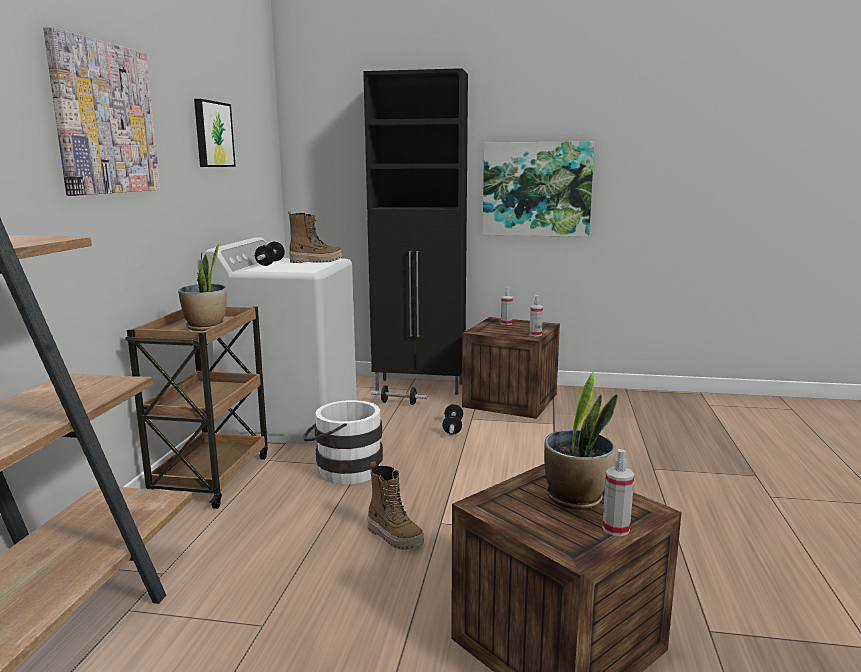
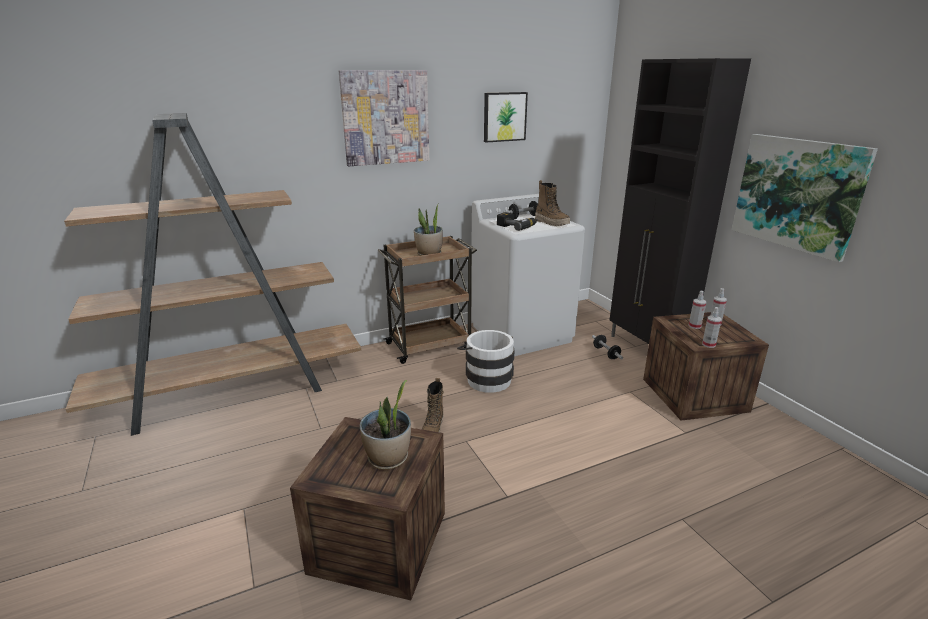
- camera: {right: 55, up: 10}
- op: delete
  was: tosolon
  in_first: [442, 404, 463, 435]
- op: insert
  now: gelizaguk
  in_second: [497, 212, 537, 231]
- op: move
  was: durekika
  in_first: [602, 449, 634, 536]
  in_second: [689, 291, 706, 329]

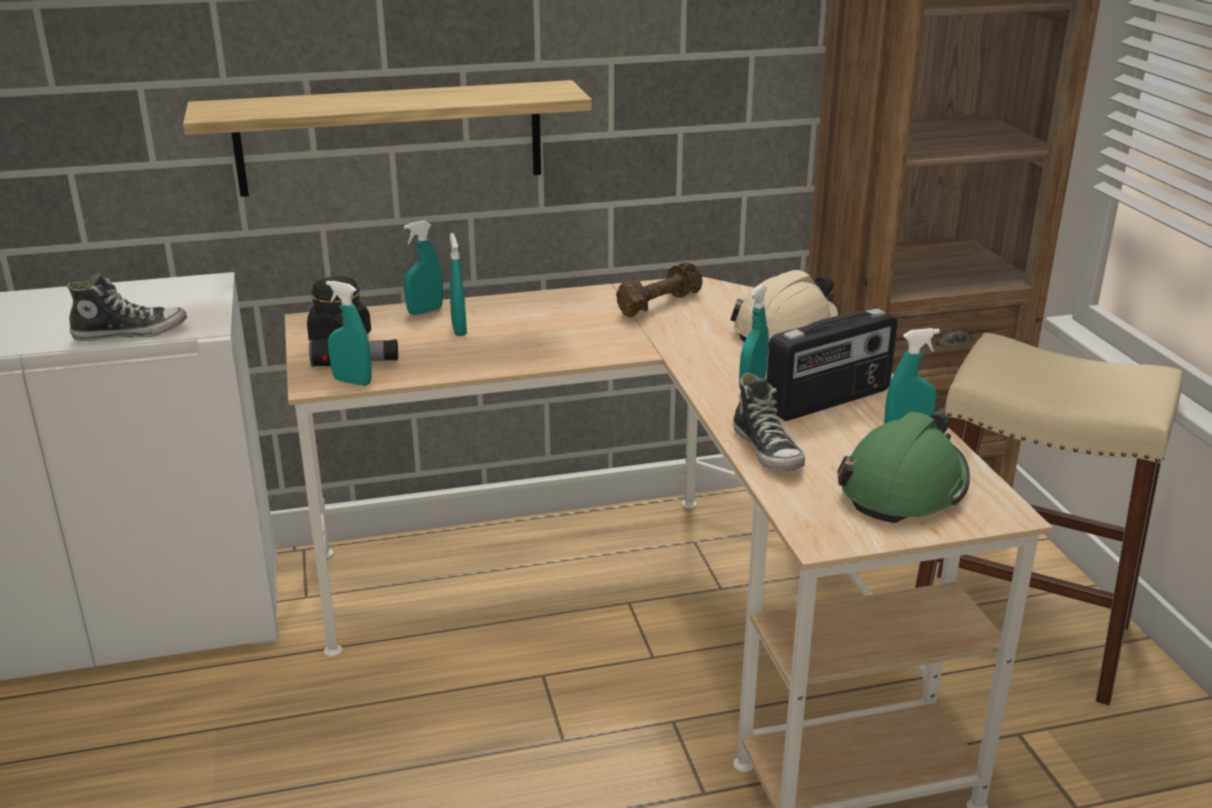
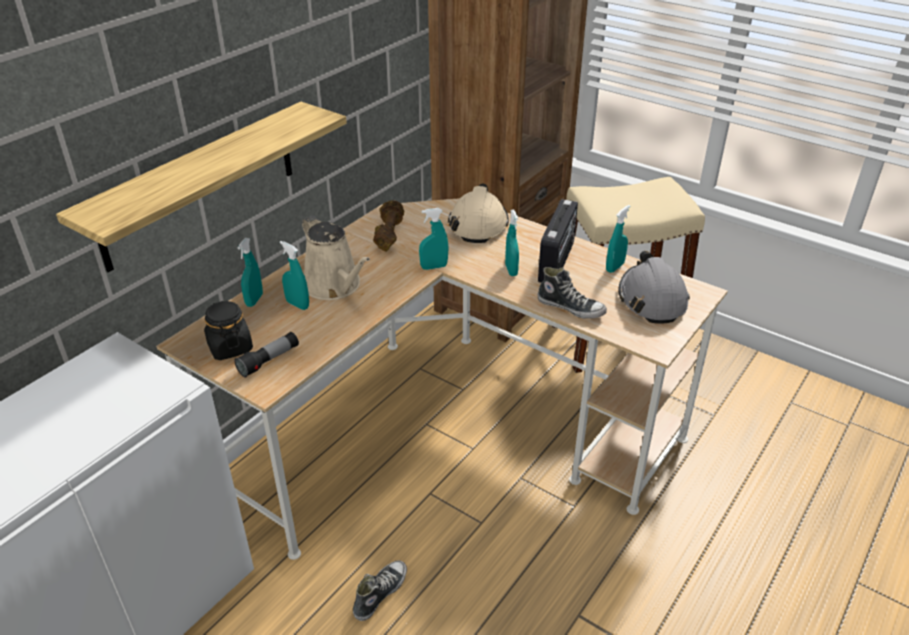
- camera: {right: -40, up: 10}
- op: insert
  now: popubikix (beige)
  in_second: [302, 215, 370, 300]
- op: move
  was: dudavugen
  in_first: [67, 273, 187, 341]
  in_second: [353, 560, 407, 621]
- op: move
  was: durekika (turquoise)
  in_first: [326, 281, 372, 386]
  in_second: [419, 208, 449, 270]
- op: recolor
  was: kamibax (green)
  now: kamibax (grey)
  in_first: [837, 412, 970, 523]
  in_second: [618, 251, 690, 324]

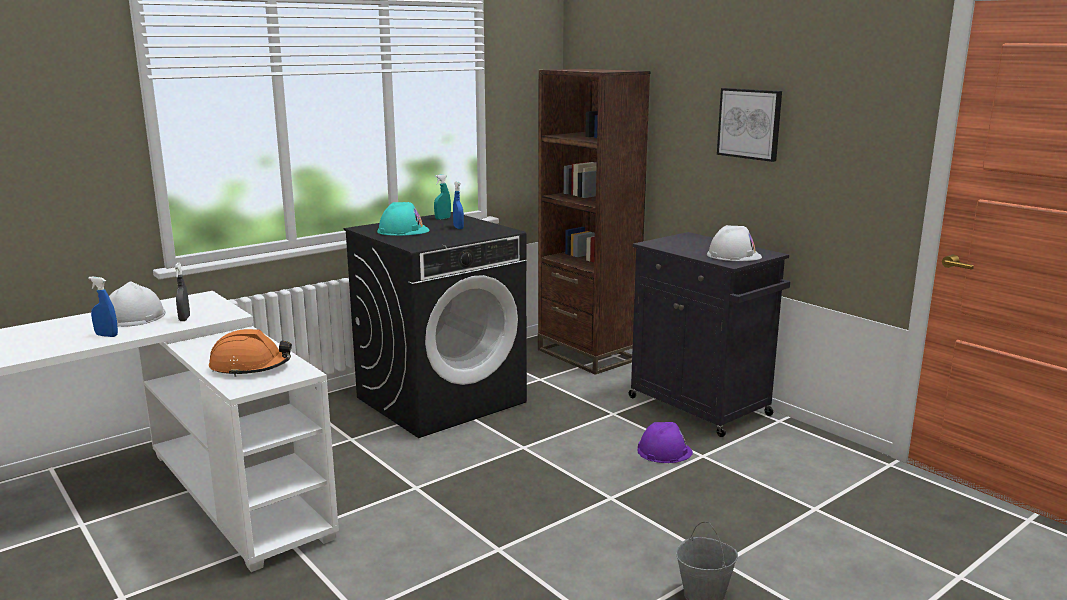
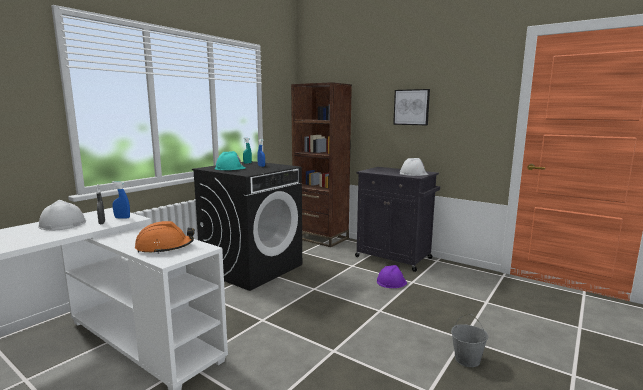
- camera: {right: -15, up: -5}
- op: move
  was: durekika (blue)
  in_first: [88, 276, 118, 337]
  in_second: [112, 181, 130, 218]

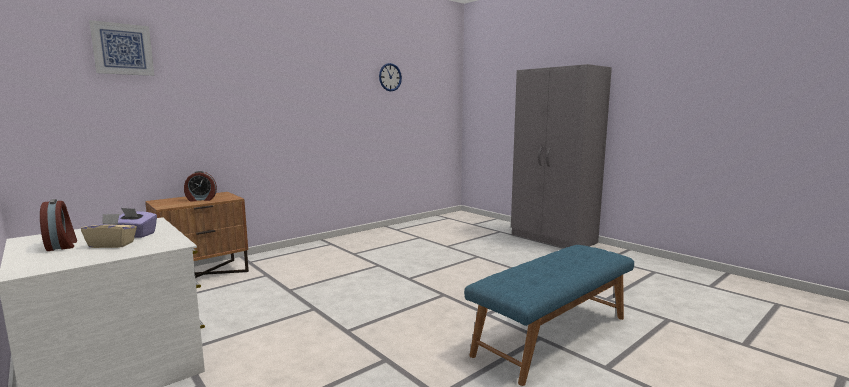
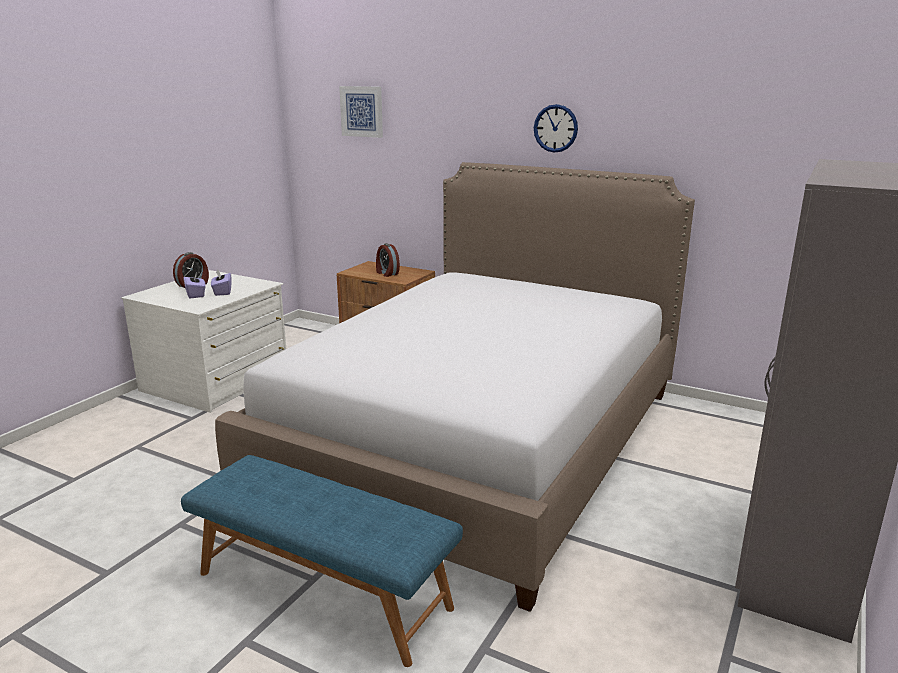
- camera: {right: 70, up: 10}
- op: insert
  now: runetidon
  in_second: [215, 162, 695, 612]
- op: move
  was: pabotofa
  in_first: [379, 63, 402, 92]
  in_second: [534, 104, 578, 153]
- op: recolor
  was: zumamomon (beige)
  now: zumamomon (purple)
  in_first: [81, 214, 137, 248]
  in_second: [183, 273, 206, 298]

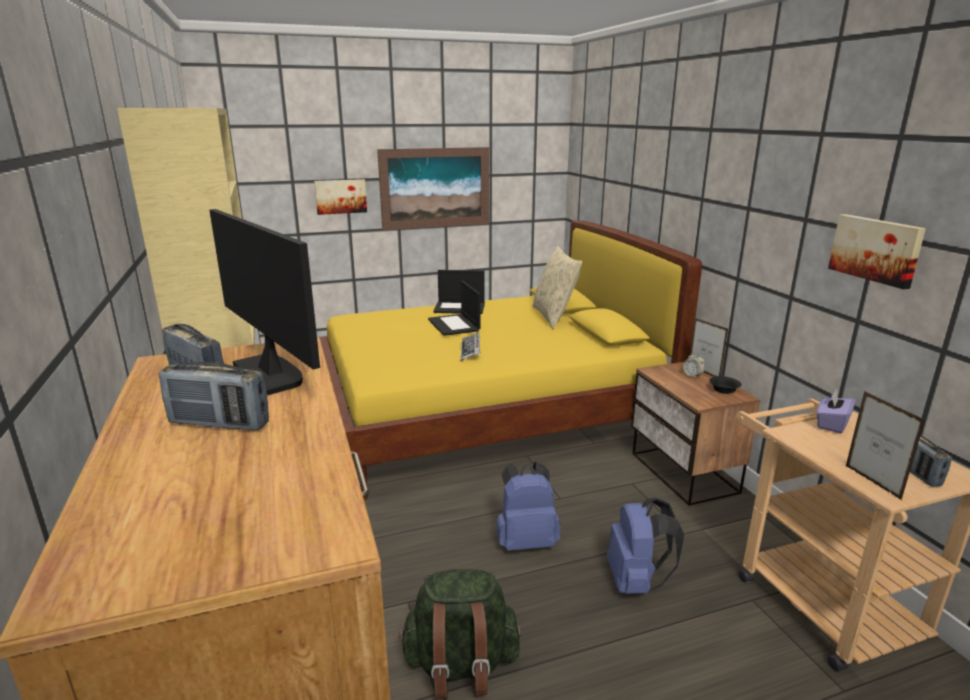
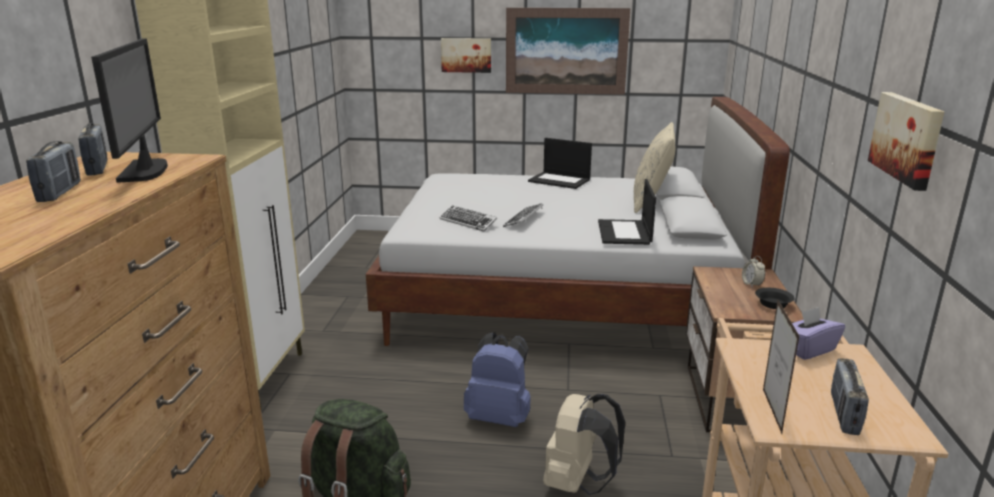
- camera: {right: 25, up: 0}
- op: delete
  was: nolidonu
  in_first: [690, 318, 728, 377]
- op: insert
  now: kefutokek
  in_second: [440, 205, 497, 231]
- op: move
  was: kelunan
  in_first: [428, 280, 480, 336]
  in_second: [598, 179, 656, 245]
- op: recolor
  was: runetidon (yellow)
  now: runetidon (white)
  in_first: [319, 220, 702, 500]
  in_second: [366, 97, 790, 346]
- op: recolor
  was: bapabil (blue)
  now: bapabil (beige)
  in_first: [607, 497, 684, 594]
  in_second: [543, 394, 625, 495]
- op: rotate
  was: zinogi
  in_first: [159, 362, 269, 431]
  in_second: [26, 141, 81, 202]
  clockwise: -135

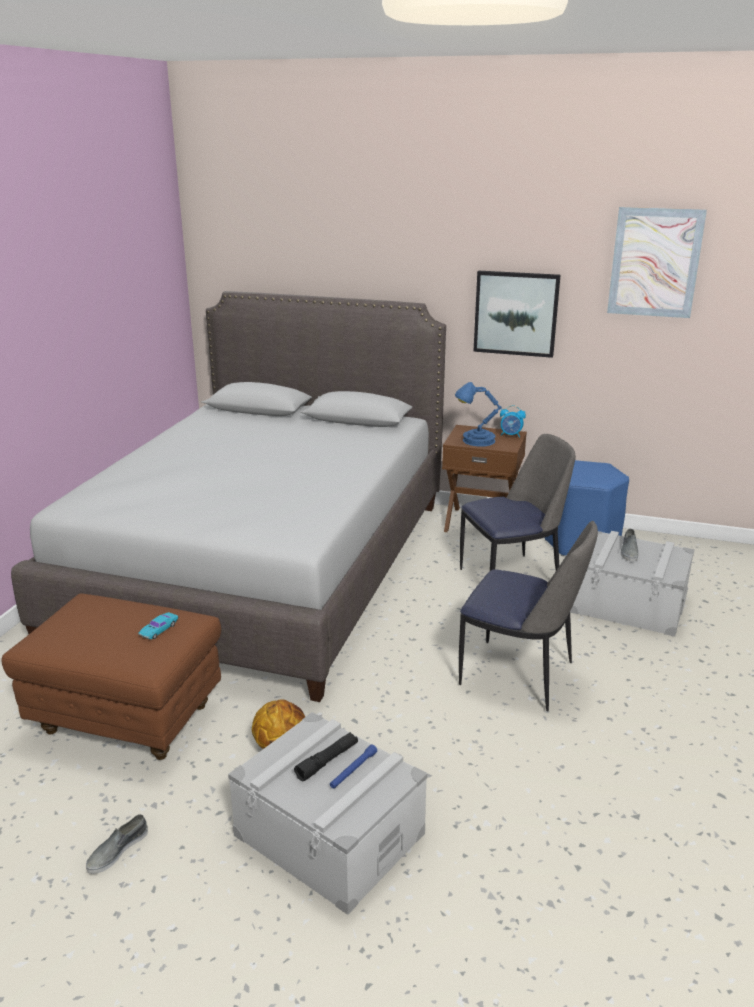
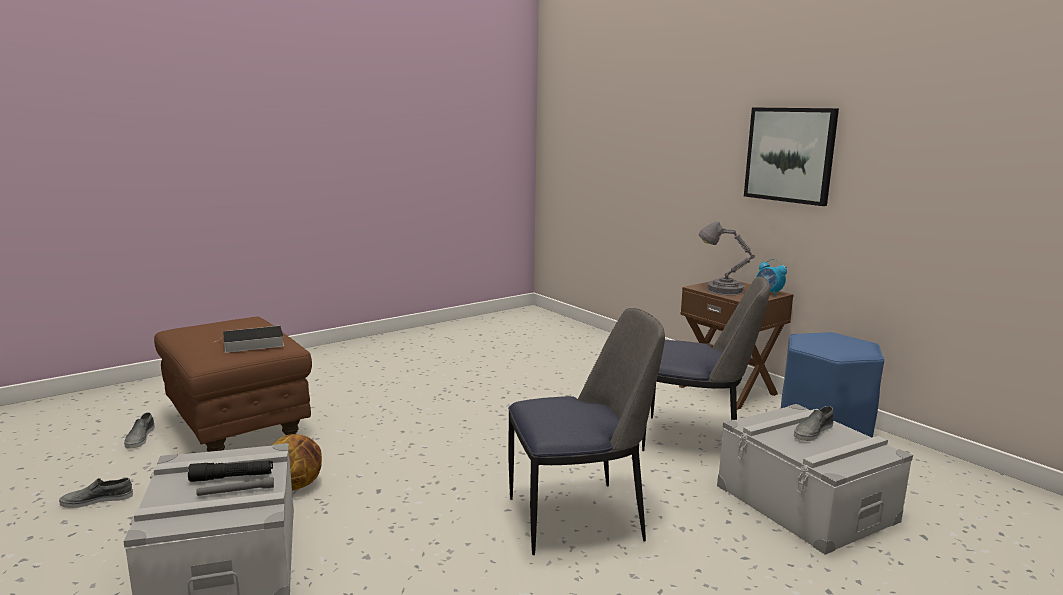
- camera: {right: 35, up: -10}
- op: delete
  was: runetidon (grey)
  in_first: [11, 291, 446, 702]
- op: delete
  was: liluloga
  in_first: [607, 207, 707, 318]
- op: insert
  now: dudavugen (grey)
  in_second: [124, 412, 155, 449]
- op: replace
  was: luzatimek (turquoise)
  now: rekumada
  in_first: [138, 612, 178, 639]
  in_second: [215, 326, 284, 353]
- op: recolor
  was: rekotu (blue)
  now: rekotu (grey)
  in_first: [330, 744, 377, 789]
  in_second: [196, 477, 274, 496]
- op: recolor
  was: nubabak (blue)
  now: nubabak (grey)
  in_first: [455, 382, 502, 447]
  in_second: [699, 221, 755, 295]
- op: rotate
  was: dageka
  in_first: [459, 521, 598, 711]
  in_second: [508, 308, 665, 555]
  clockwise: -75

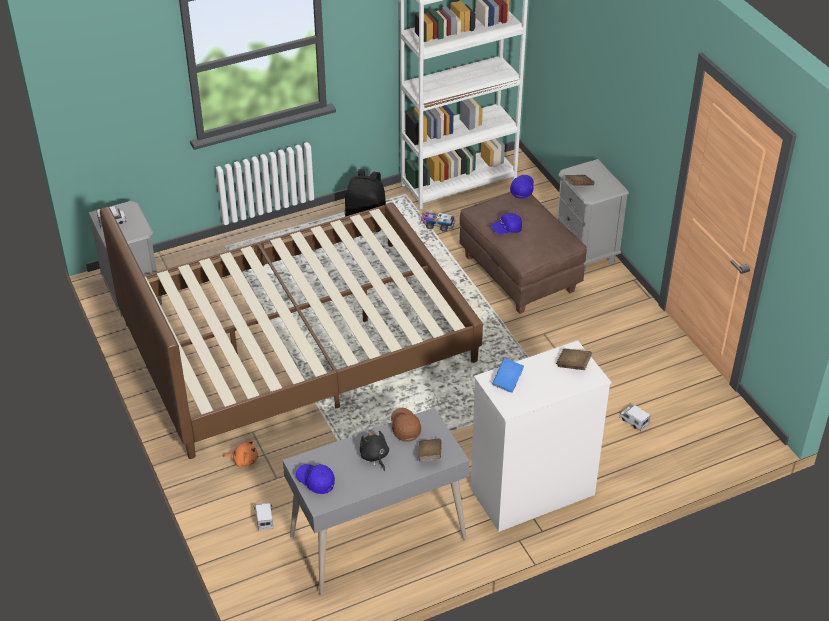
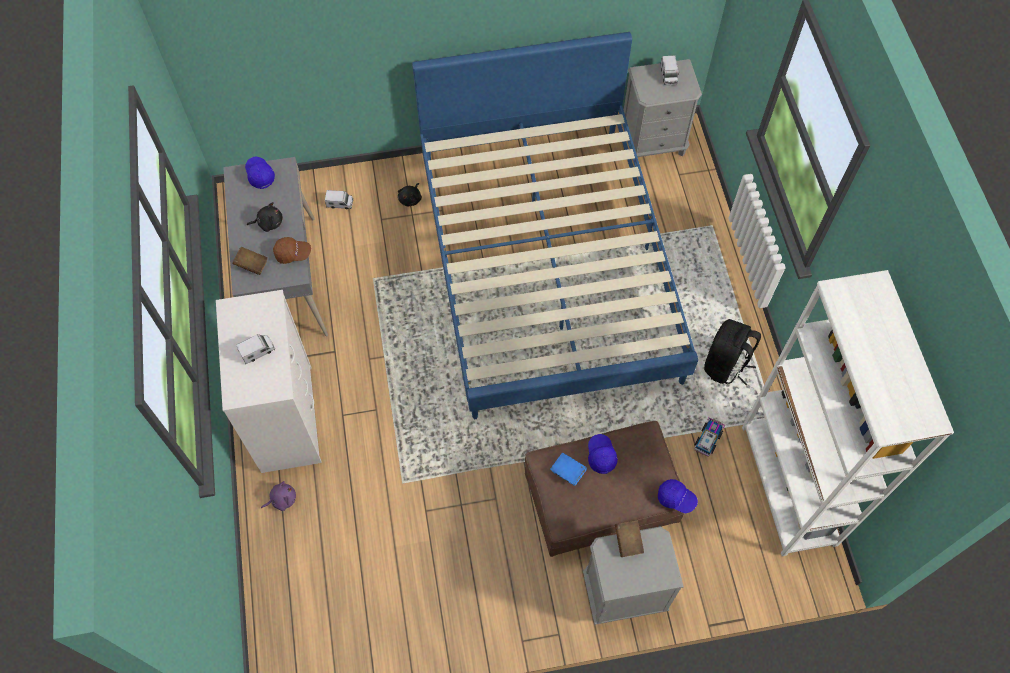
- camera: {right: 105, up: 20}
- op: delete
  was: rekumada (brown)
  in_first: [556, 348, 592, 370]
- op: insert
  now: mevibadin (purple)
  in_second: [261, 481, 296, 511]
- op: move
  was: rekumada (blue)
  in_first: [492, 358, 524, 393]
  in_second: [550, 453, 587, 486]
- op: move
  was: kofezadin
  in_first: [619, 405, 650, 431]
  in_second: [236, 334, 275, 364]
- op: recolor
  was: runetidon (brown)
  now: runetidon (blue)
  in_first: [100, 202, 483, 459]
  in_second: [412, 32, 698, 419]
- op: recolor
  was: mevibadin (orange)
  now: mevibadin (black)
  in_first: [223, 441, 258, 467]
  in_second: [398, 183, 422, 206]
- op: rotate
  was: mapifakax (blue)
  in_first: [296, 464, 335, 494]
  in_second: [245, 157, 275, 189]
  clockwise: -75

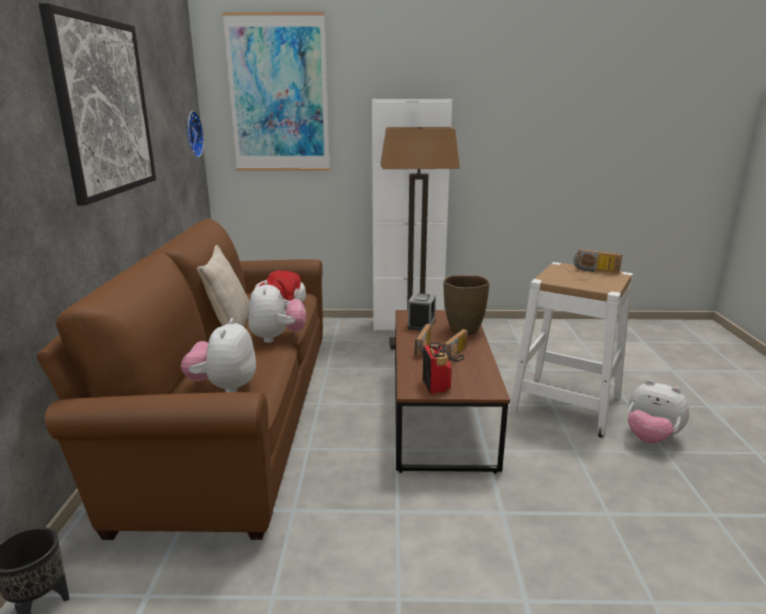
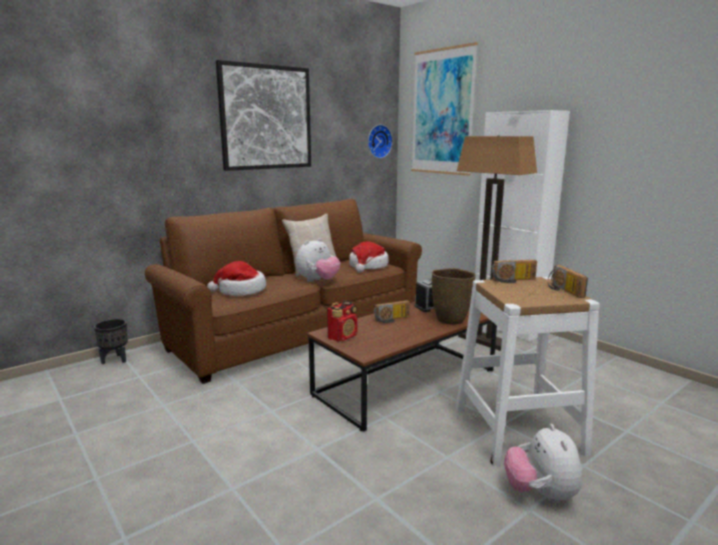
- camera: {right: 50, up: -5}
- op: move
  was: zinogi
  in_first: [443, 329, 467, 362]
  in_second: [492, 260, 537, 283]
- op: replace
  was: mevibadin
  now: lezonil
  in_first: [181, 318, 256, 392]
  in_second: [207, 261, 266, 296]

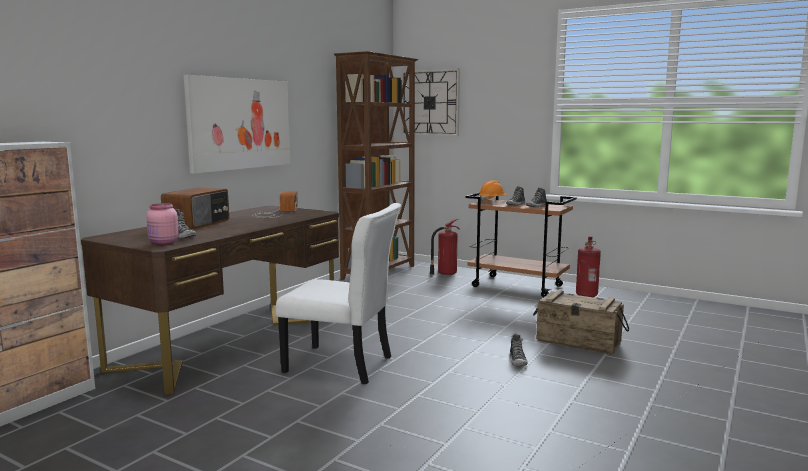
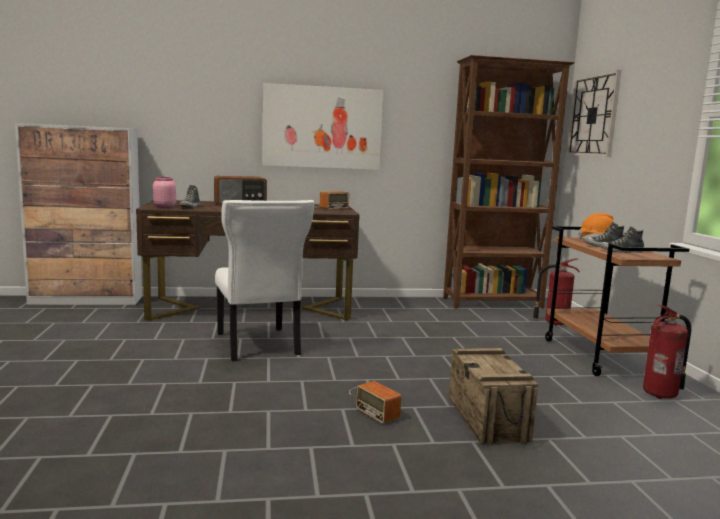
- camera: {right: 50, up: 0}
- op: replace
  was: dudavugen
  now: zinogi
  in_first: [510, 333, 528, 366]
  in_second: [349, 381, 401, 424]

